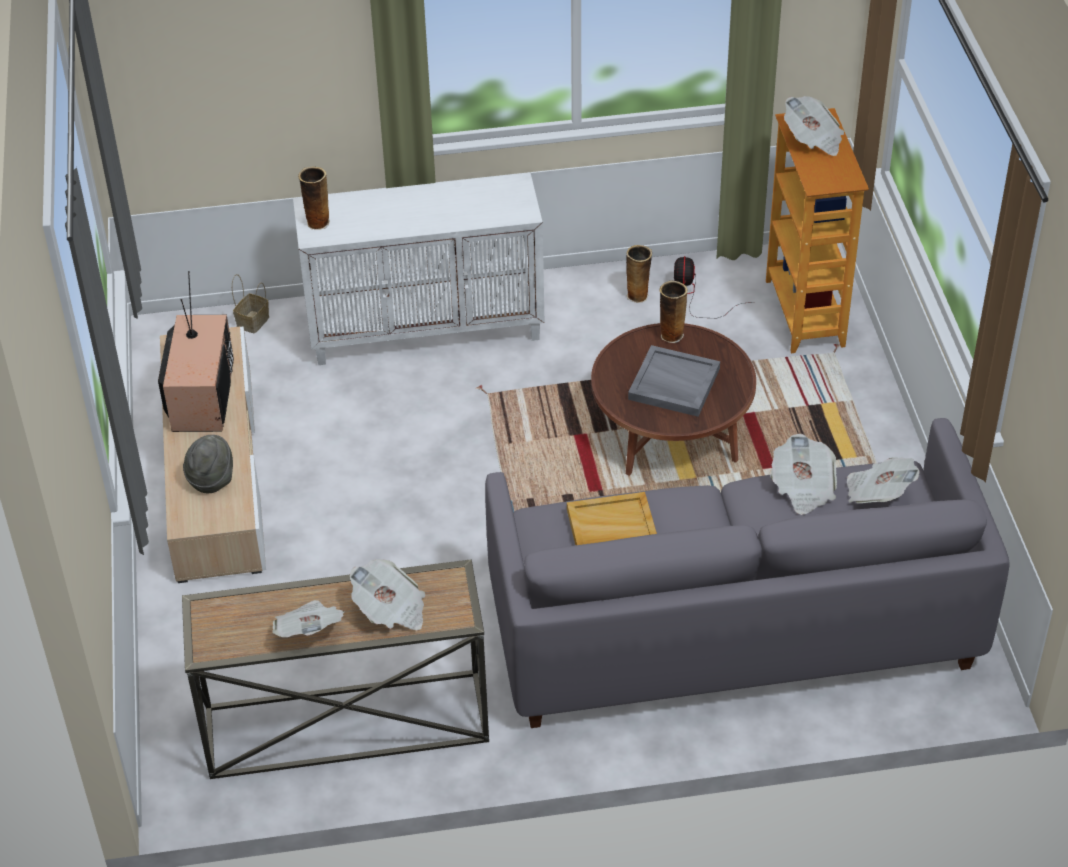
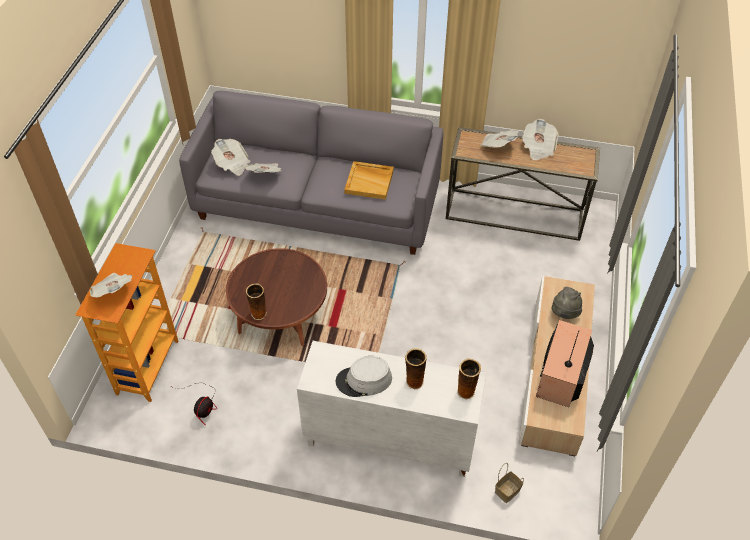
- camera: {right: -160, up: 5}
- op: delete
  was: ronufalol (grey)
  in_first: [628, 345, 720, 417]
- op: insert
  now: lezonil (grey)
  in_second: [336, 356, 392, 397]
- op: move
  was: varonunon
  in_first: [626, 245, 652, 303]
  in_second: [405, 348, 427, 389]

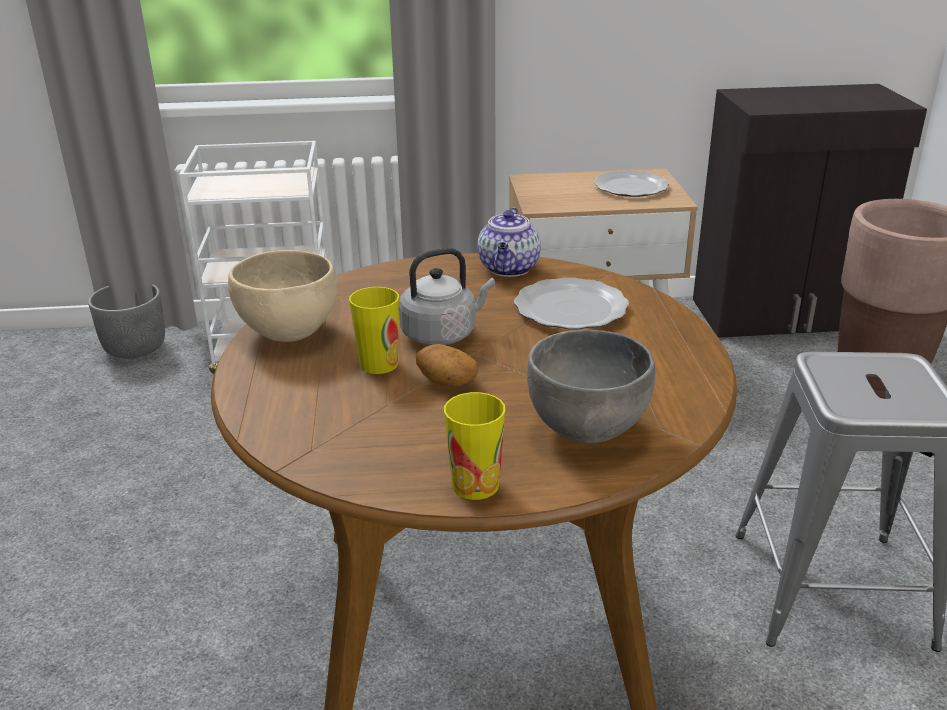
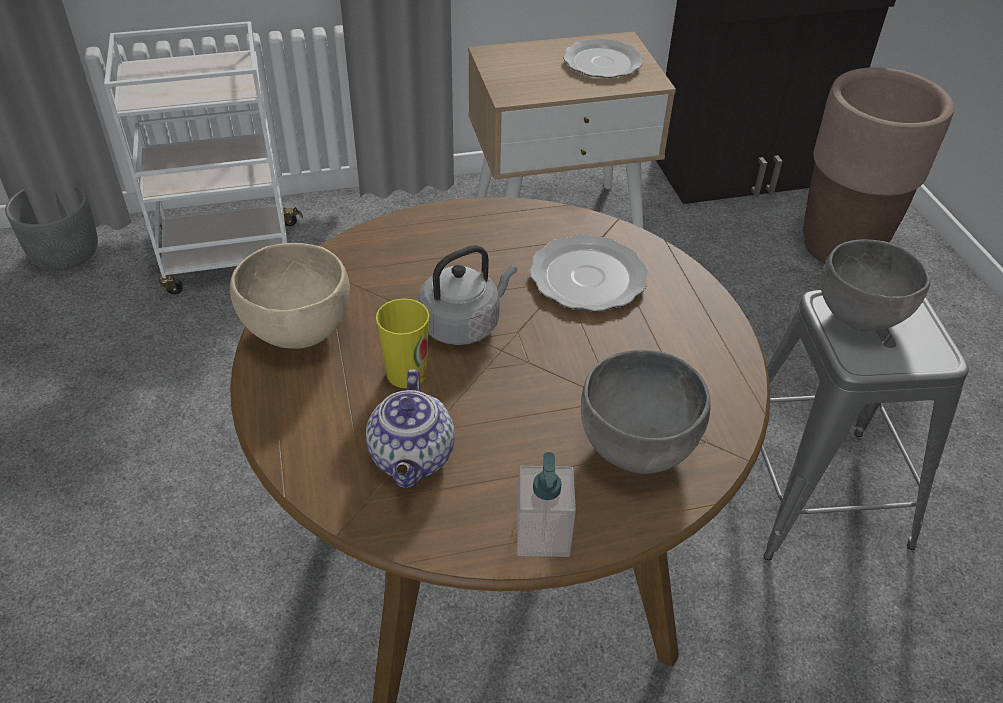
- camera: {right: -10, up: 15}
- op: delete
  was: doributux
  in_first: [416, 344, 479, 387]
- op: insert
  now: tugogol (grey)
  in_second: [820, 239, 930, 331]
- op: move
  was: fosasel
  in_first: [478, 207, 541, 277]
  in_second: [366, 369, 455, 488]
- op: replace
  was: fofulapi
  now: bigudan
  in_first: [444, 392, 505, 500]
  in_second: [517, 452, 576, 557]

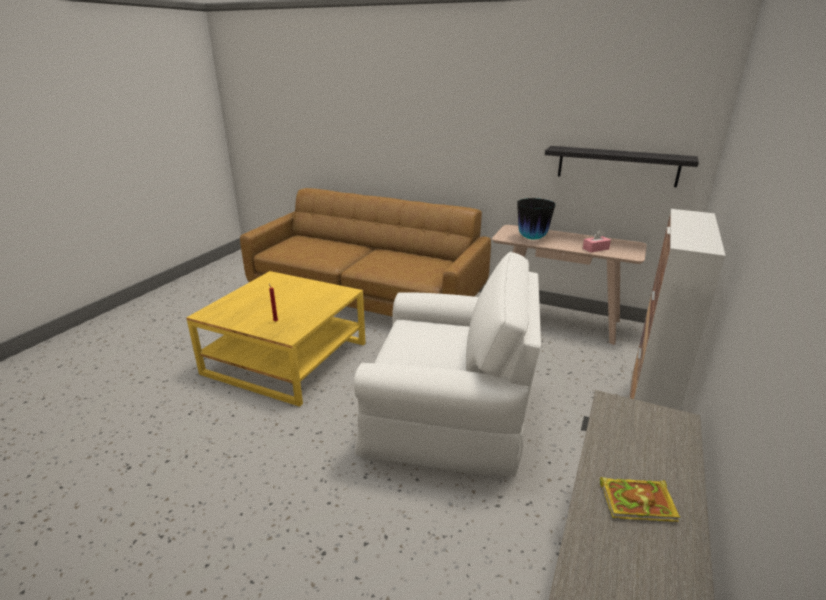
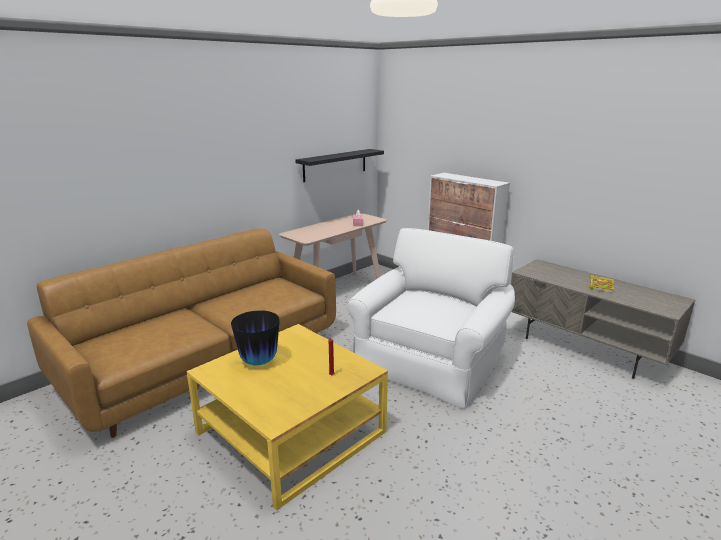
- camera: {right: -70, up: -5}
- op: move
  was: varonunon
  in_first: [517, 198, 555, 240]
  in_second: [231, 310, 280, 366]

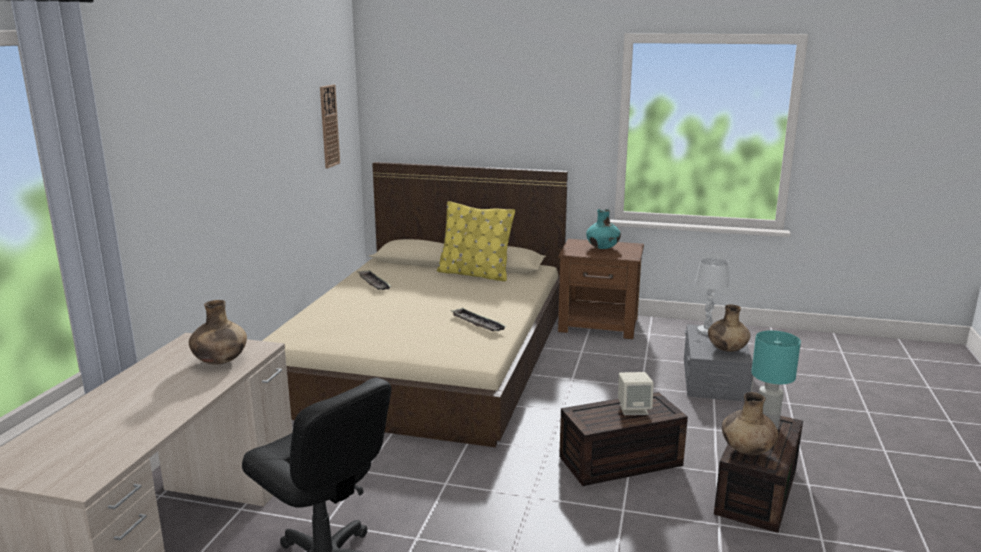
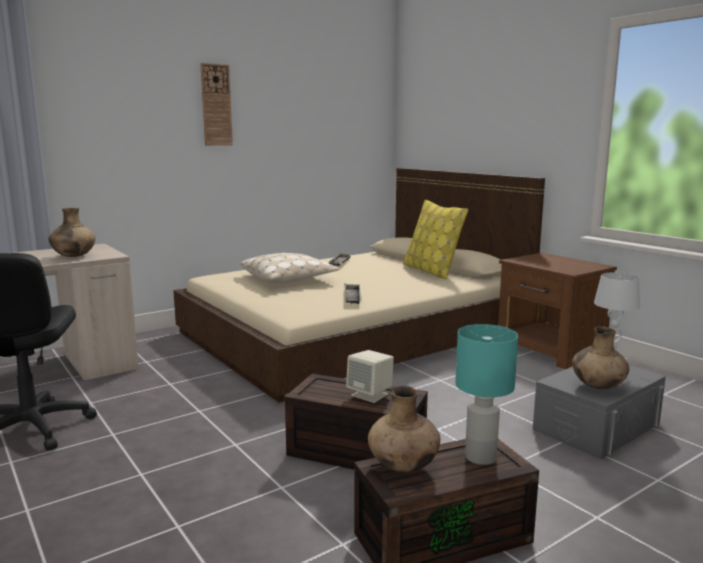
- camera: {right: 40, up: -5}
- op: delete
  was: varonunon (turquoise)
  in_first: [586, 209, 621, 249]
- op: insert
  now: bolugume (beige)
  in_second: [240, 253, 340, 284]
- op: move
  was: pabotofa
  in_first: [320, 84, 340, 169]
  in_second: [200, 63, 233, 146]

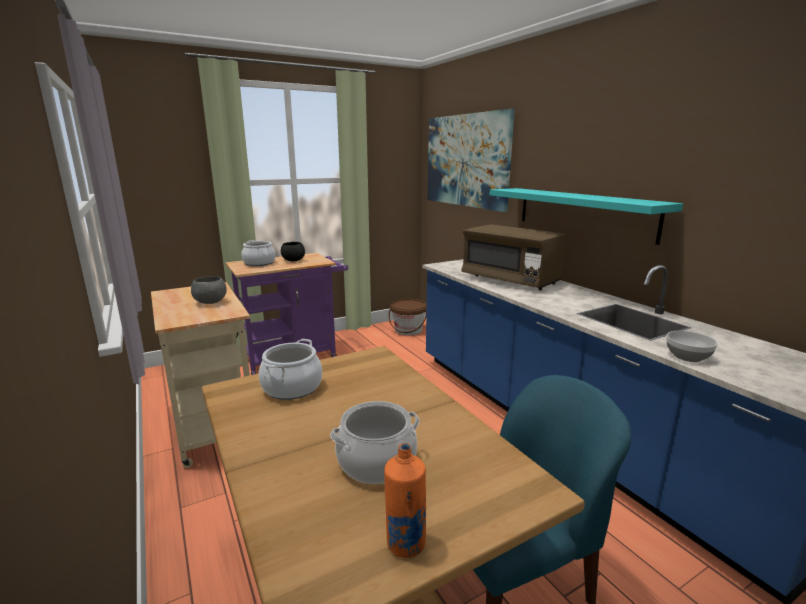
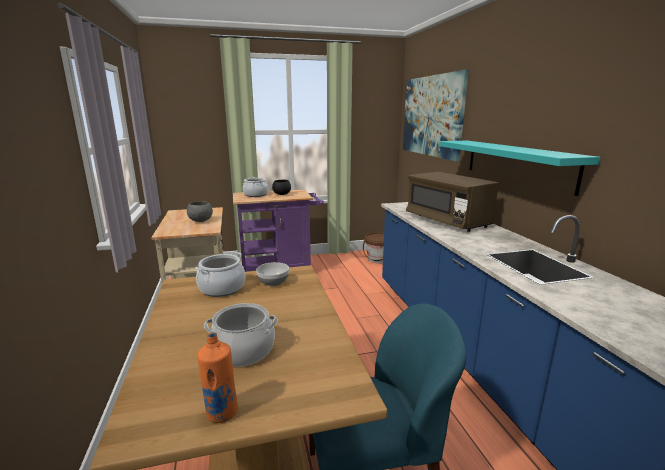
- camera: {right: 15, up: 0}
- op: move
  was: tugogol
  in_first: [666, 331, 718, 362]
  in_second: [256, 262, 289, 286]

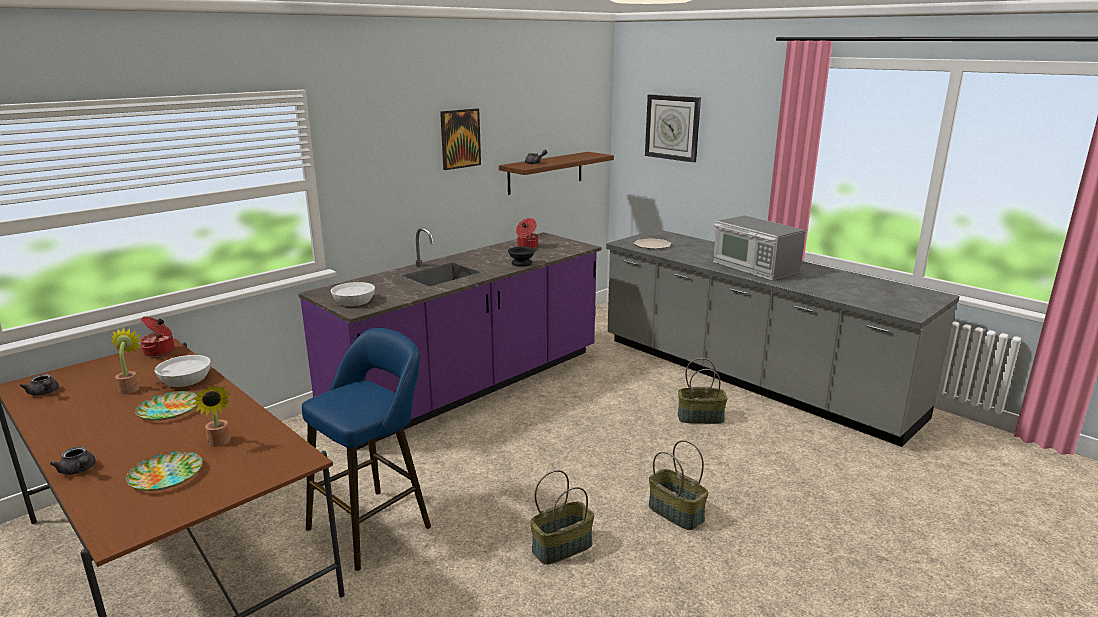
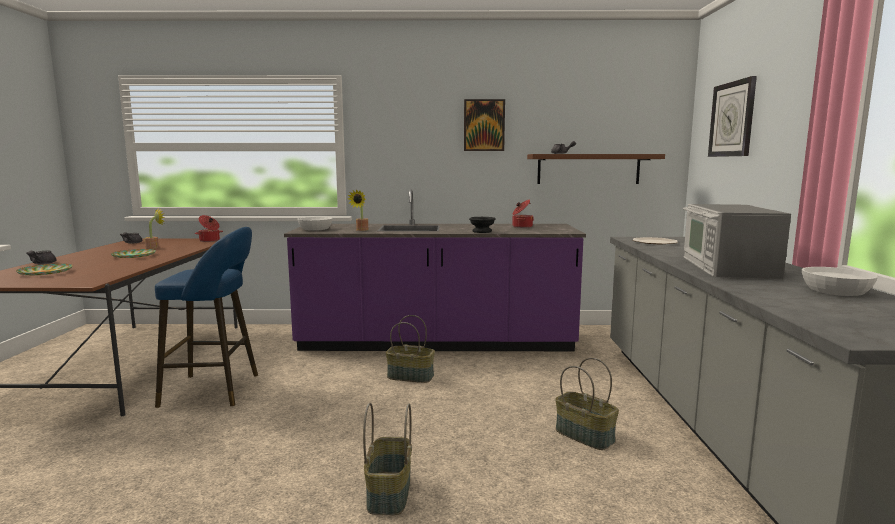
- camera: {right: 45, up: -10}
- op: move
  was: tugogol (white)
  in_first: [154, 355, 211, 387]
  in_second: [802, 267, 878, 296]
- op: move
  was: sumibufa
  in_first: [193, 386, 231, 447]
  in_second: [348, 190, 368, 231]
- op: move
  was: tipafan
  in_first: [530, 470, 595, 565]
  in_second: [386, 315, 435, 383]

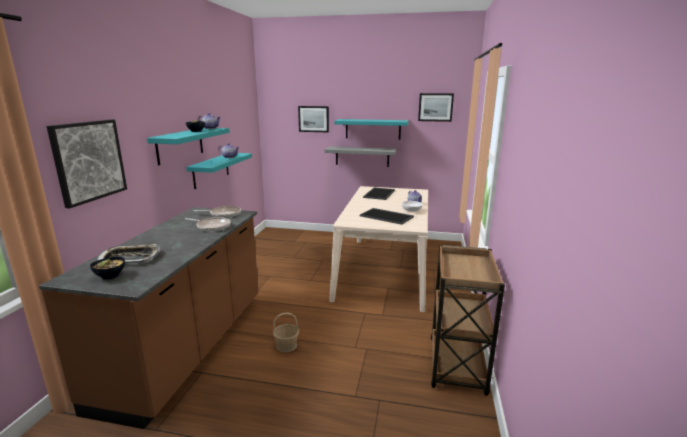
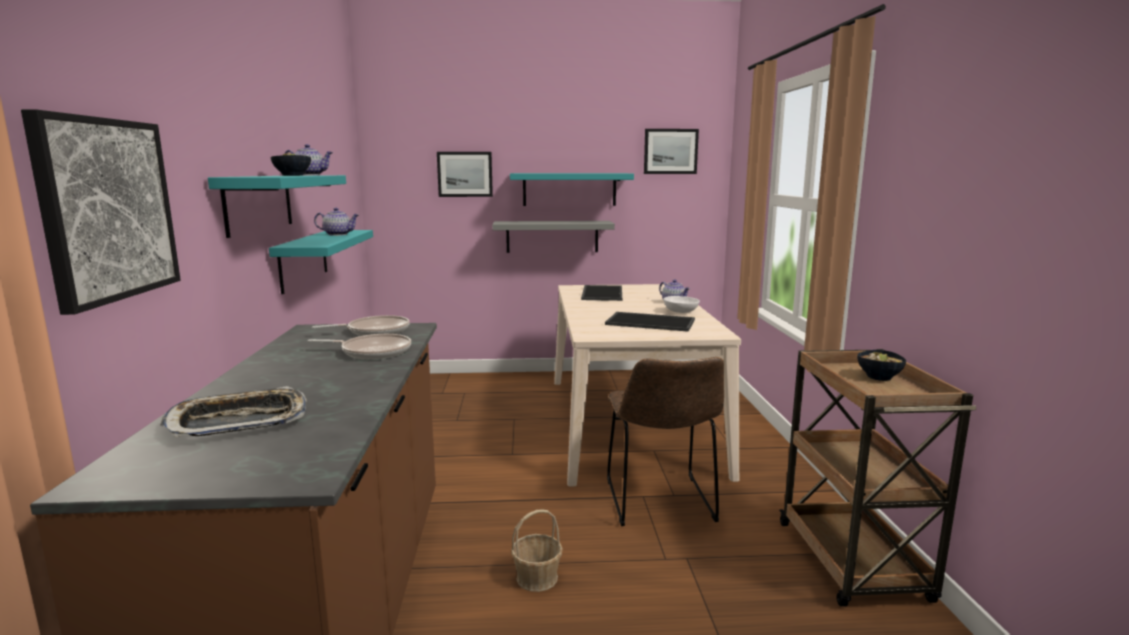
- camera: {right: -15, up: -5}
- op: insert
  now: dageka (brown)
  in_second: [607, 357, 724, 526]
- op: move
  was: tugogol
  in_first: [90, 256, 125, 280]
  in_second: [857, 350, 906, 381]

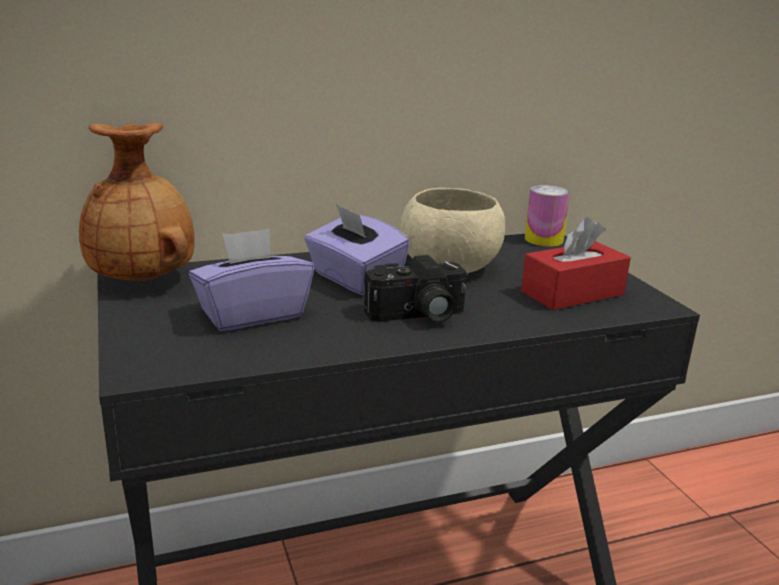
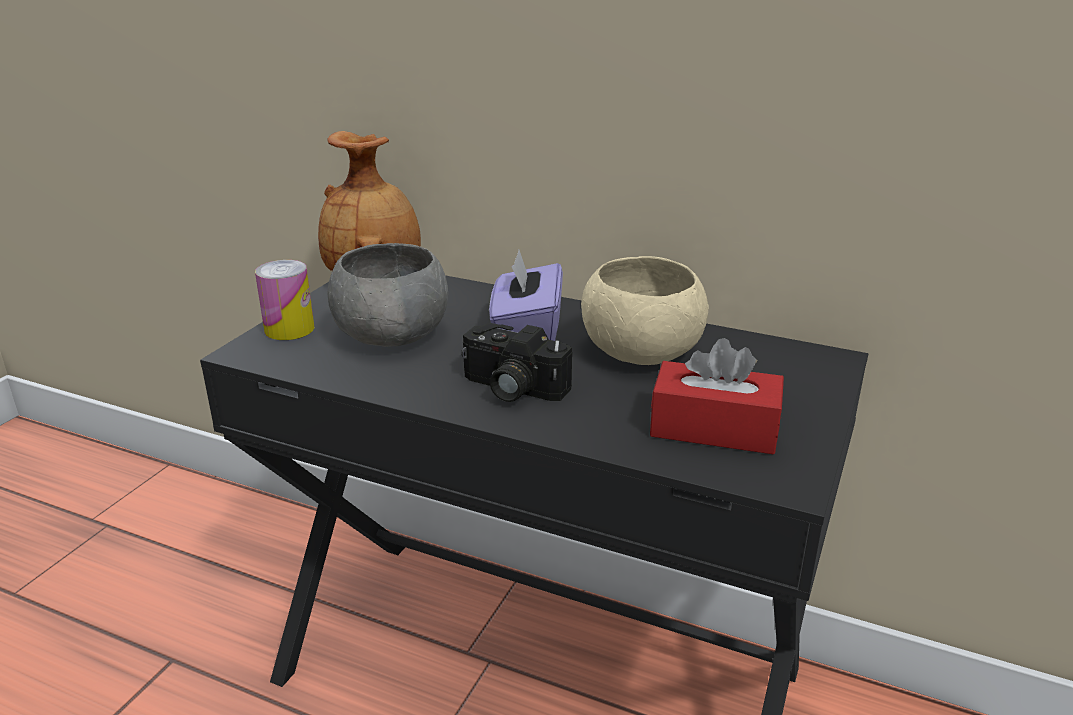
- camera: {right: 45, up: 5}
- op: move
  was: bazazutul
  in_first: [525, 185, 570, 246]
  in_second: [255, 260, 314, 340]
- op: replace
  was: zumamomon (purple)
  now: tugogol (grey)
  in_first: [189, 228, 314, 331]
  in_second: [328, 243, 448, 347]

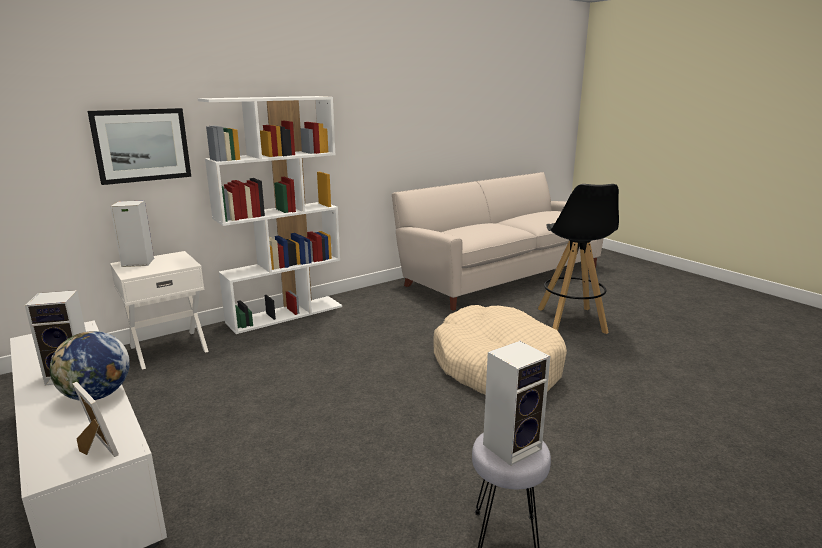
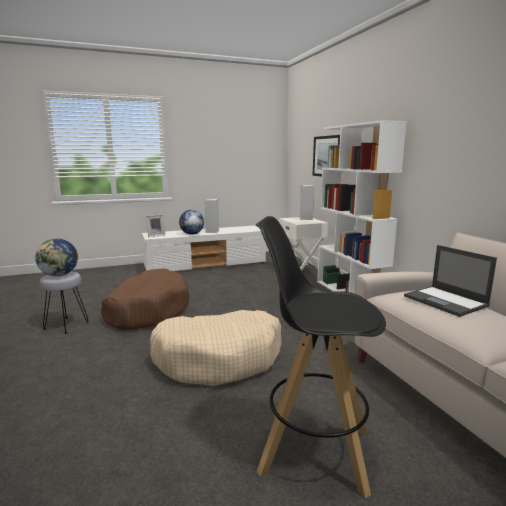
- camera: {right: 105, up: -5}
- op: insert
  now: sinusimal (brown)
  in_second: [101, 268, 190, 330]
- op: insert
  now: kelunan
  in_second: [404, 245, 497, 317]
- op: replace
  was: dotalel
  now: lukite
  in_first: [483, 341, 551, 466]
  in_second: [35, 238, 78, 276]

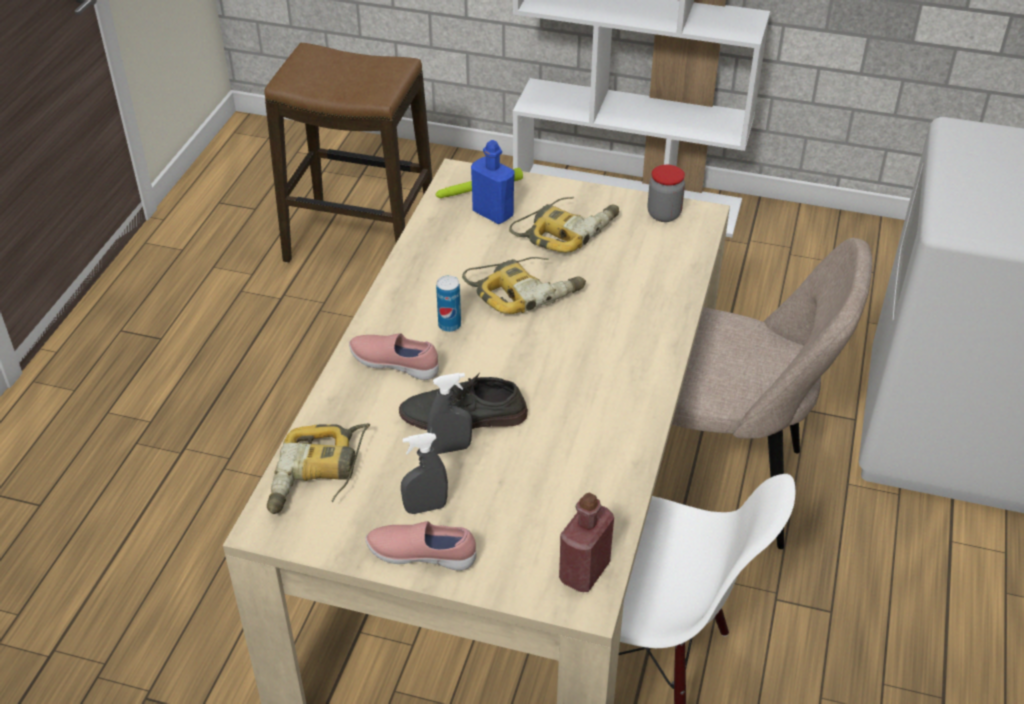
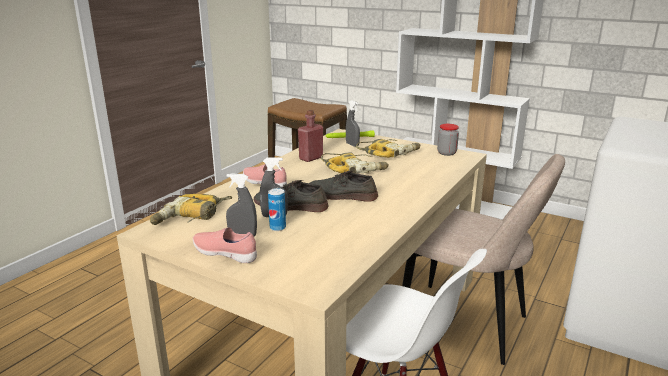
- camera: {right: 15, up: -20}
- op: insert
  now: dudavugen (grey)
  in_second: [310, 171, 378, 202]
- op: move
  was: bazazutul
  in_first: [436, 275, 461, 332]
  in_second: [268, 188, 286, 231]
- op: move
  was: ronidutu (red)
  in_first: [559, 493, 614, 592]
  in_second: [298, 110, 323, 162]
- op: replace
  was: ronidutu (blue)
  now: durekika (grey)
  in_first: [471, 140, 515, 224]
  in_second: [346, 100, 360, 147]

